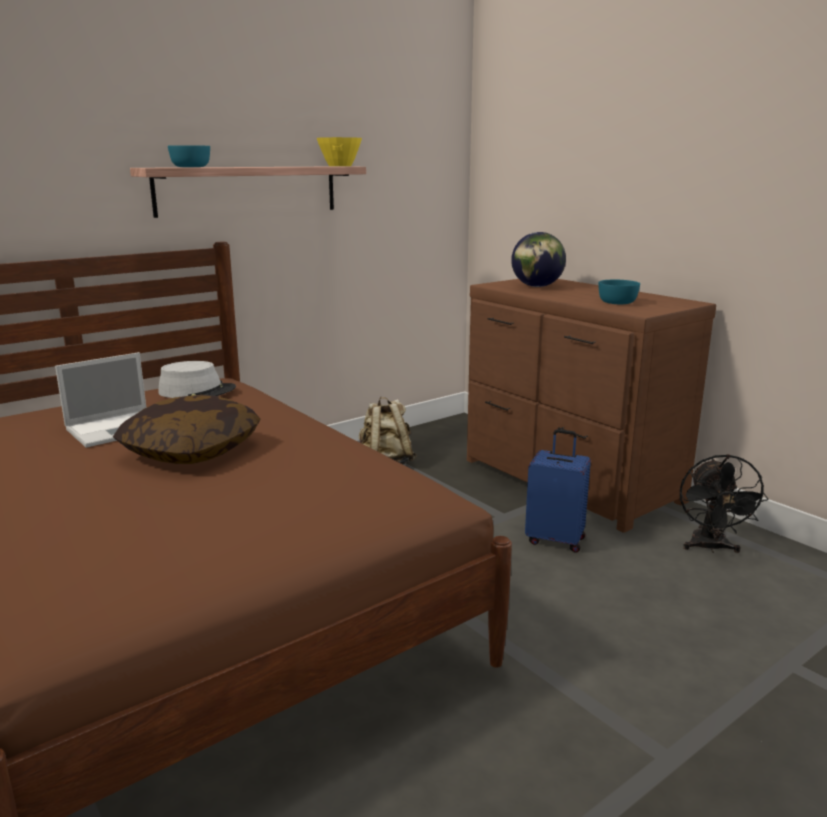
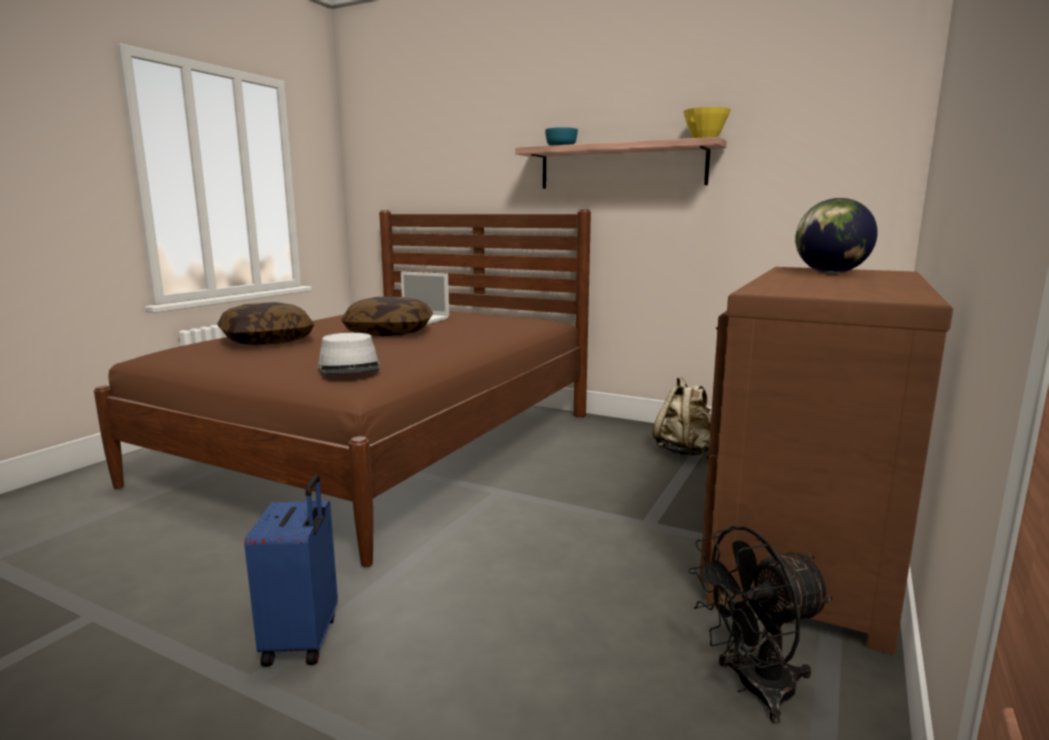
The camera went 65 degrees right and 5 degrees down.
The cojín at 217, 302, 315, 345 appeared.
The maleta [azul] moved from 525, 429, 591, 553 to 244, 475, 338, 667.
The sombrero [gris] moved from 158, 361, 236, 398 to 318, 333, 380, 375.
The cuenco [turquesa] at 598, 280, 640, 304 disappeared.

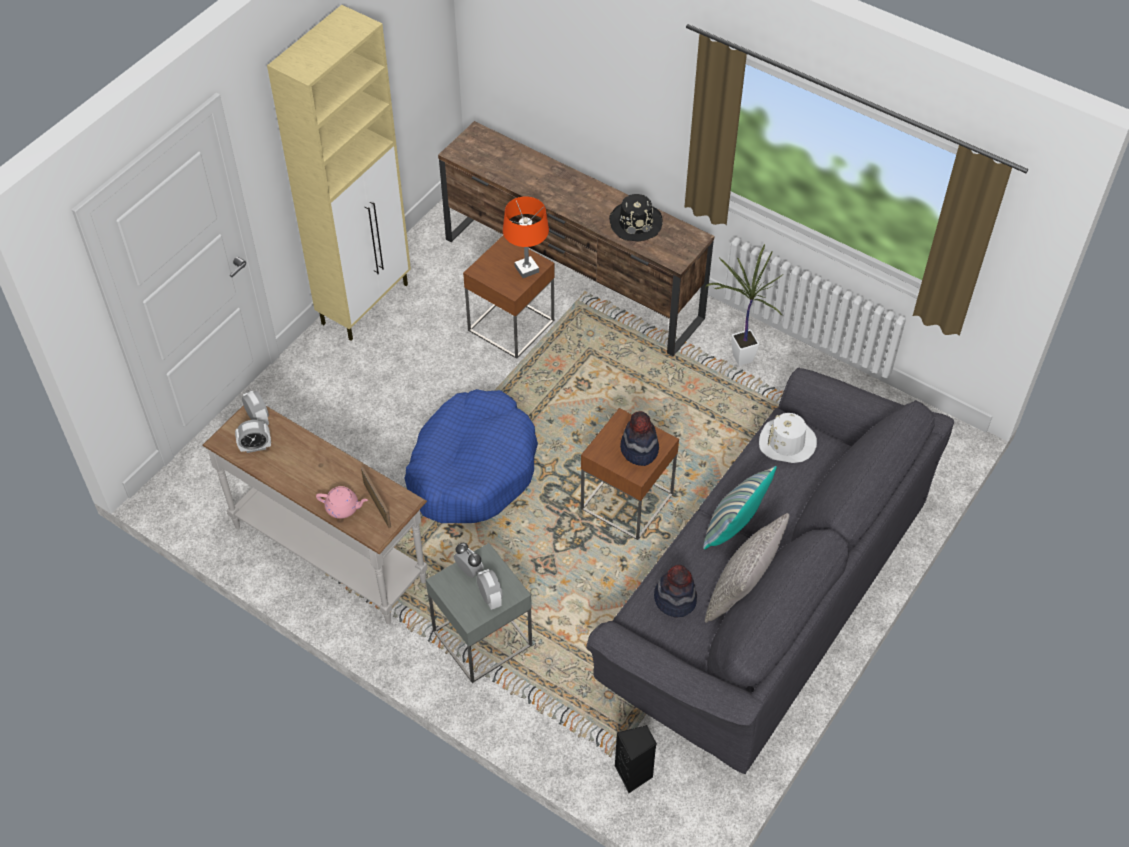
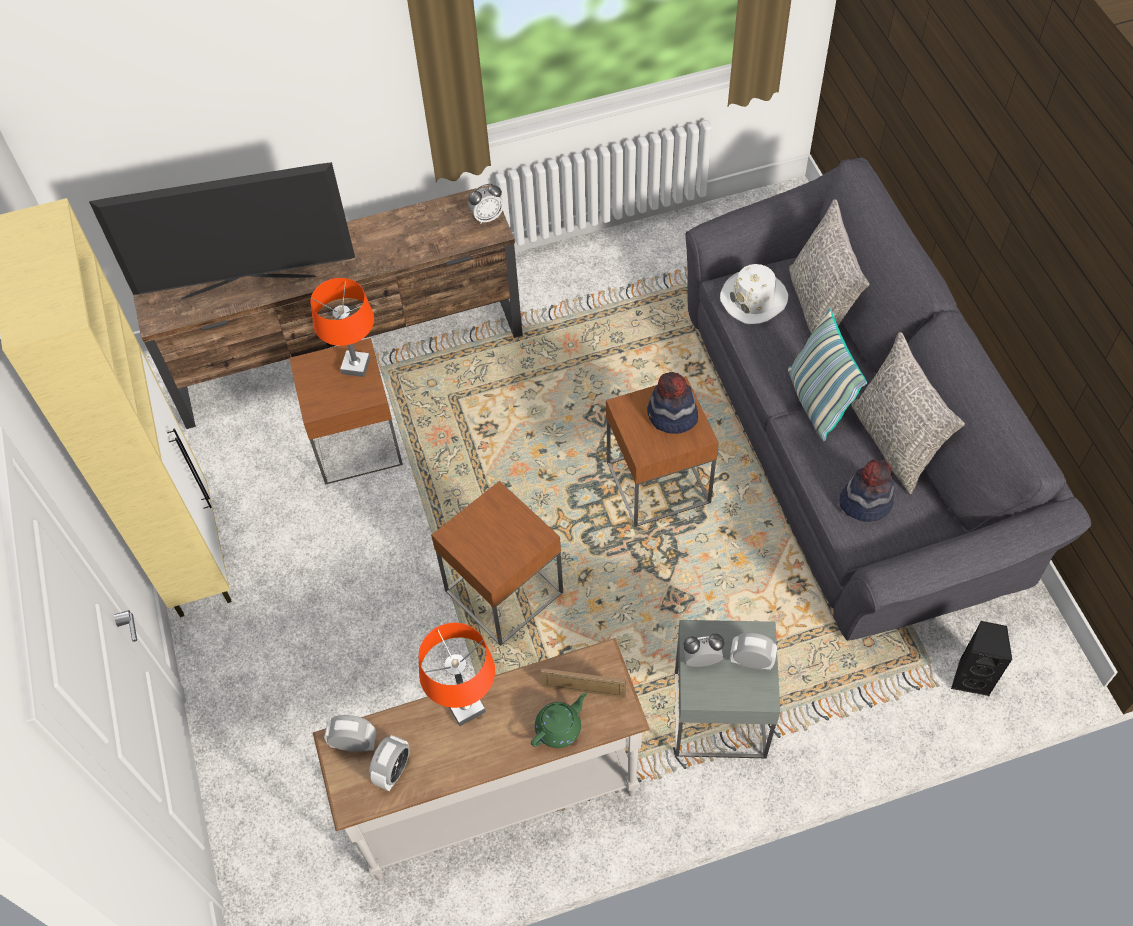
The camera went 50 degrees left and 5 degrees up.
The televisor at 89, 162, 355, 299 appeared.
The lámpara de mesa [naranja] at 419, 623, 495, 726 appeared.
The cama para perro [azul] at 404, 389, 538, 523 was replaced by the mesa auxiliar [marrón] at 431, 481, 563, 646.
The despertador at 469, 184, 503, 224 appeared.
The tetera [rosa] at 316, 486, 368, 519 became the tetera [verde] at 531, 692, 587, 748.
The cojín [gris] at 789, 199, 869, 334 appeared.
The sombrero [negro] at 609, 194, 663, 241 disappeared.
The planta en maceta at 705, 244, 783, 366 disappeared.

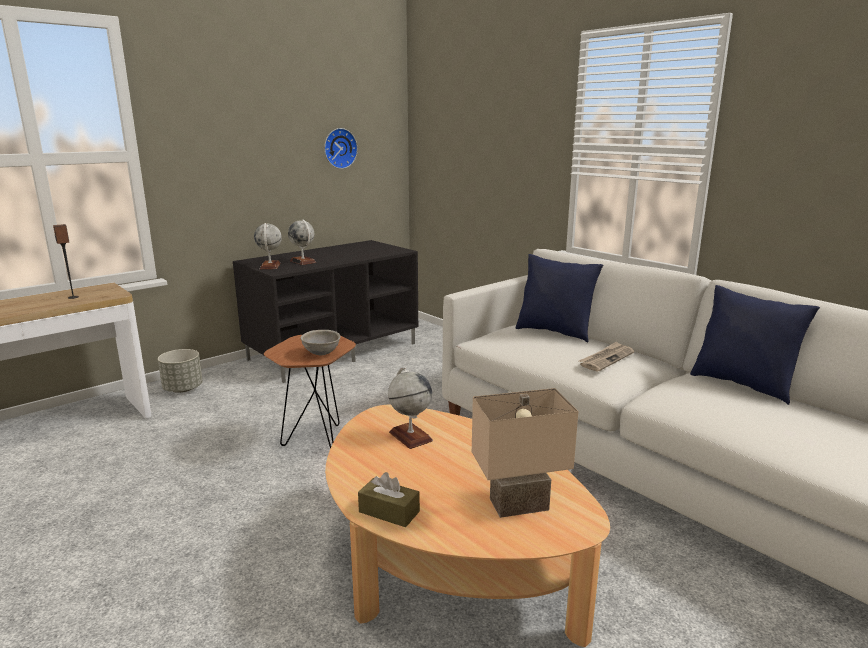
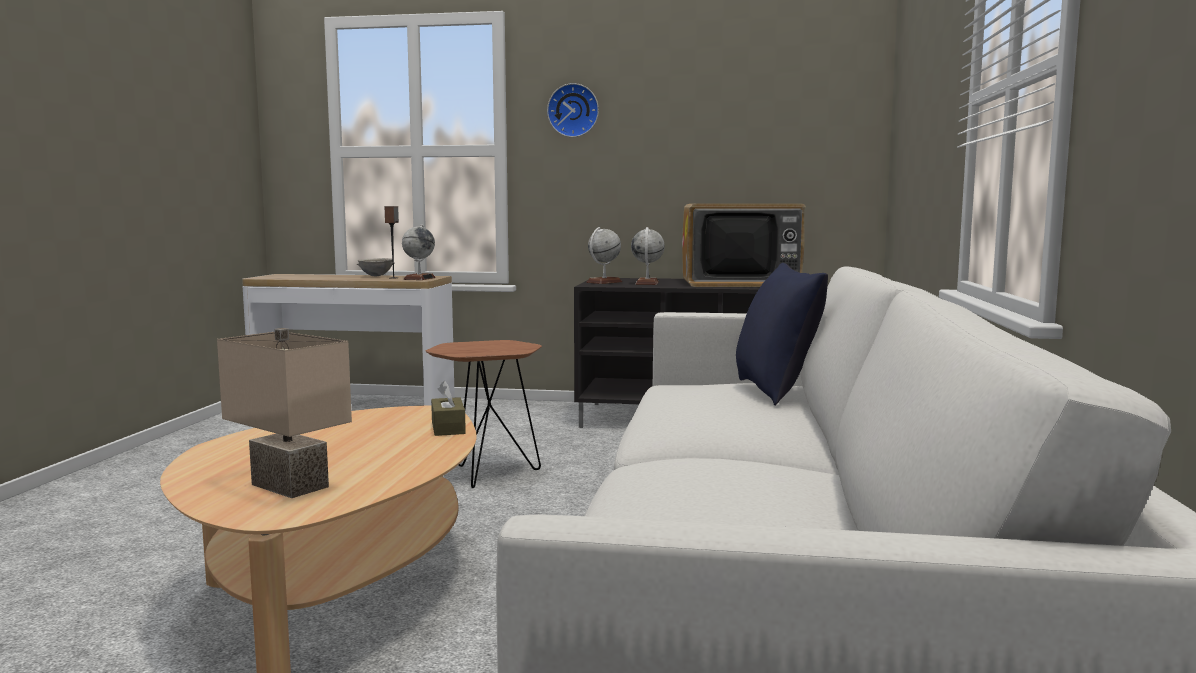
The camera went 50 degrees right and 10 degrees down.
The cuenco [gris] moved from 300, 330, 341, 355 to 357, 258, 395, 276.
The globo terráqueo moved from 388, 367, 433, 449 to 402, 224, 436, 280.
The caja de pañuelos [marrón] moved from 358, 472, 420, 527 to 431, 381, 466, 436.
The reloj de pared moved from 324, 128, 358, 169 to 547, 83, 599, 137.
The televisor at 682, 204, 806, 287 appeared.
The maceta [gris] at 158, 349, 203, 393 disappeared.
The periódico at 579, 341, 634, 371 disappeared.
The cojín [azul] at 690, 285, 820, 405 disappeared.

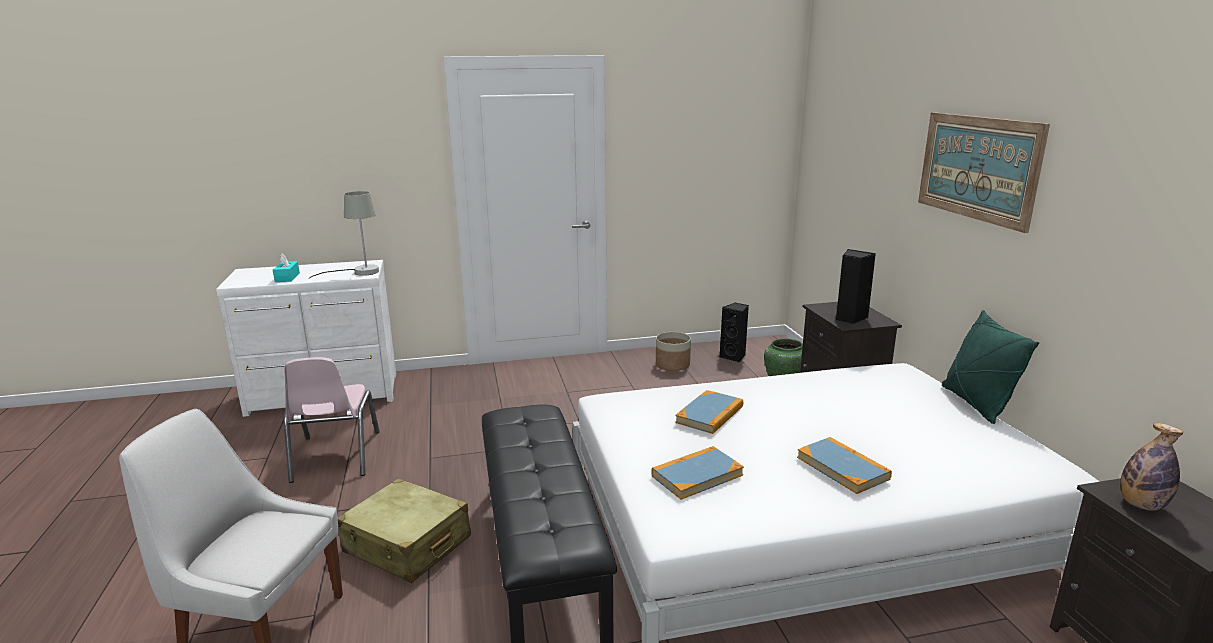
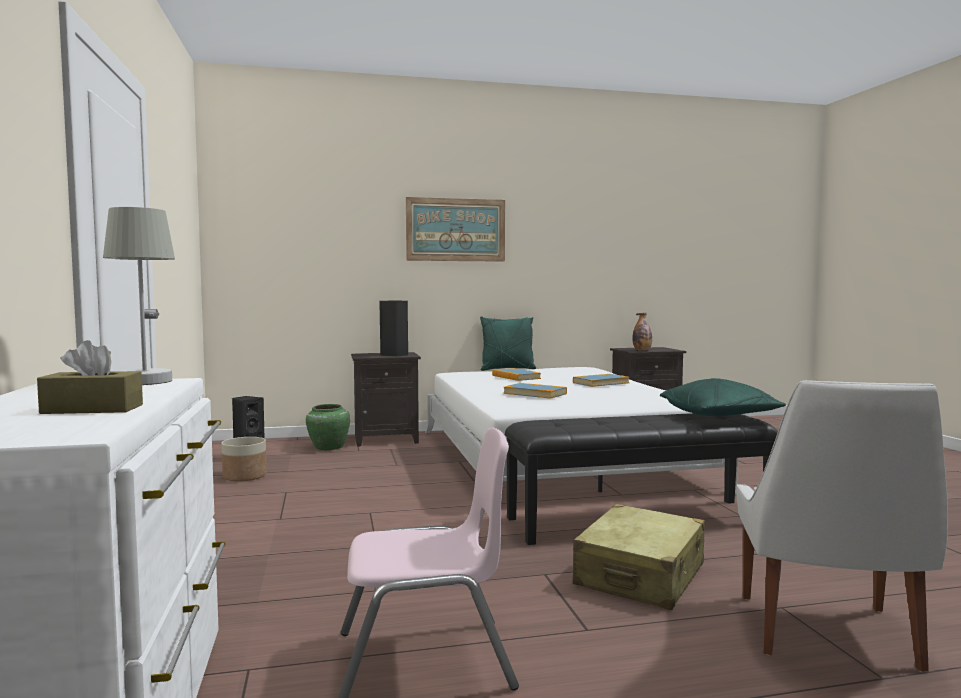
The camera went 90 degrees left and 15 degrees down.
The caja de pañuelos [turquesa] at 273, 253, 300, 282 became the caja de pañuelos [marrón] at 37, 340, 143, 414.
The libro moved from 651, 446, 744, 500 to 492, 368, 541, 381.
The cojín [verde] at 660, 378, 786, 416 appeared.

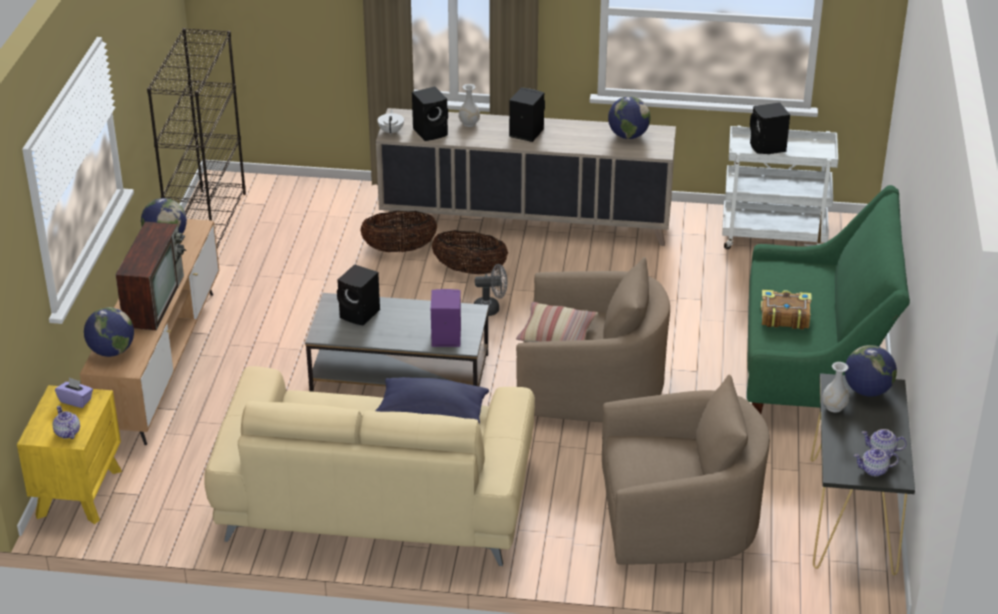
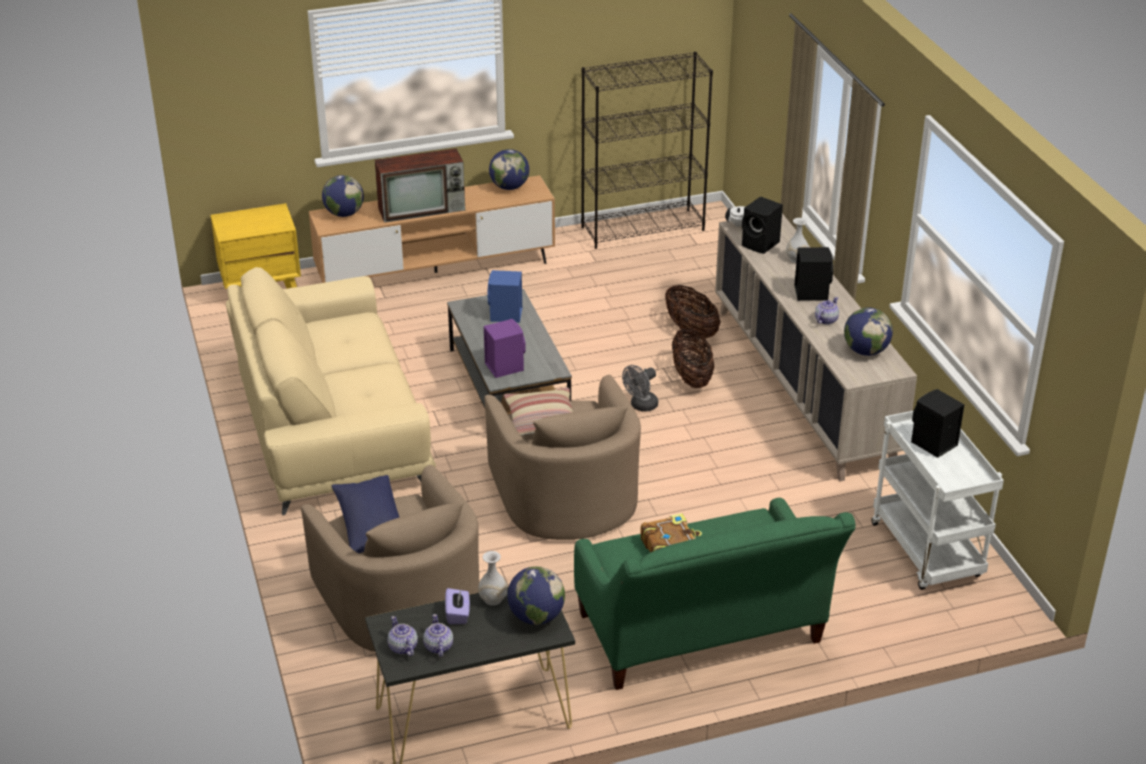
The camera went 65 degrees right and 0 degrees up.
The cojín [azul] moved from 375, 377, 489, 424 to 331, 475, 399, 553.
The caja de pañuelos [morado] moved from 55, 377, 93, 408 to 445, 588, 470, 624.
The altavoz [negro] at 337, 264, 380, 326 became the altavoz [azul] at 487, 270, 522, 323.
The ventilador [gris] at 474, 264, 507, 316 turned 75 degrees clockwise.
The tetera moved from 52, 406, 80, 439 to 815, 297, 839, 325.

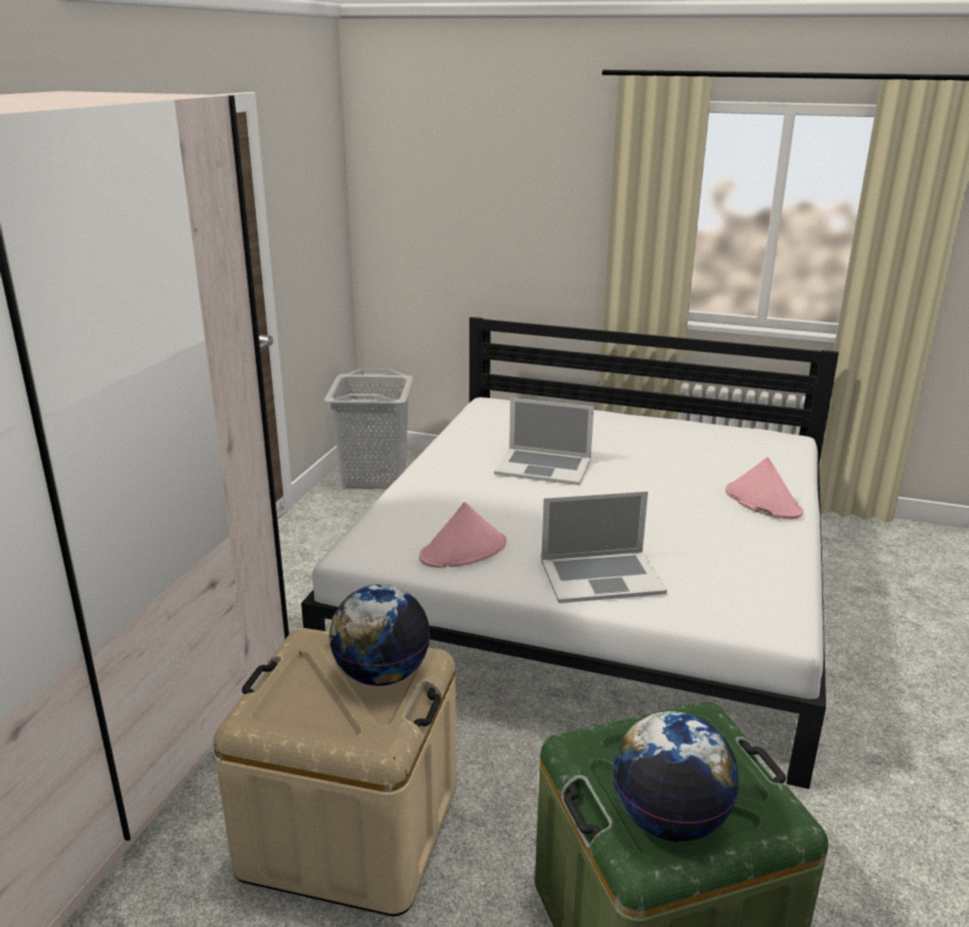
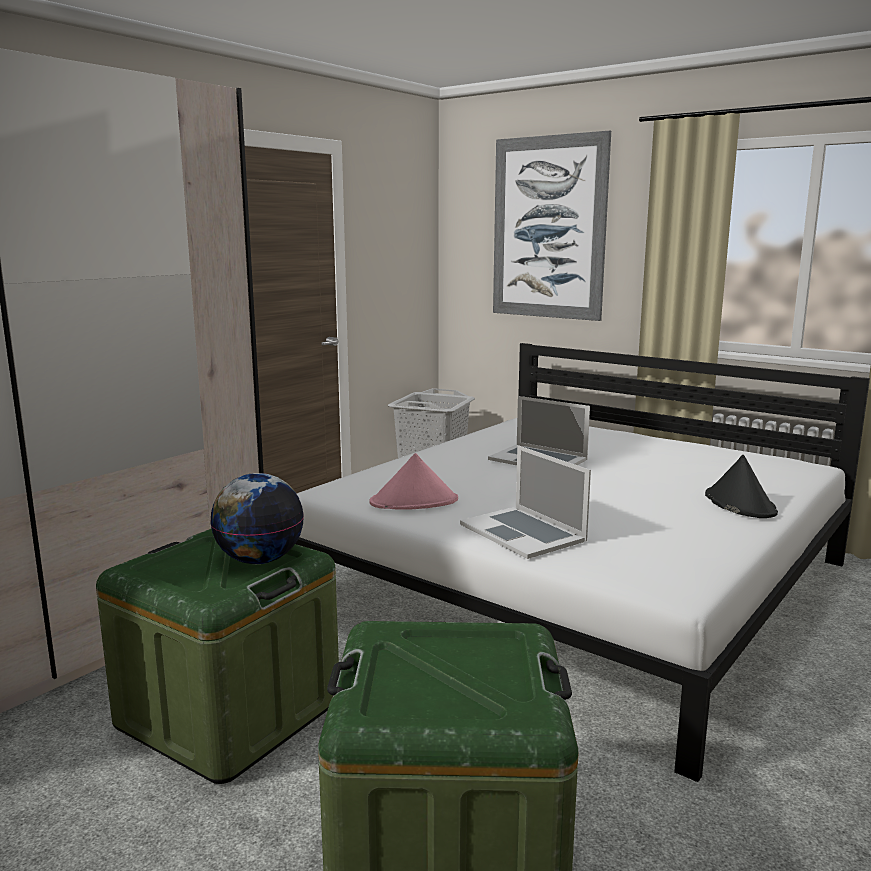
The camera went 20 degrees right and 10 degrees down.
The caja de almacenaje [beis] at 213, 628, 456, 916 became the caja de almacenaje [verde] at 96, 528, 339, 784.
The portátil at 541, 491, 667, 603 turned 45 degrees clockwise.
The cuadro at 493, 131, 611, 321 appeared.
The sombrero [rosa] at 726, 457, 803, 519 became the sombrero [negro] at 705, 455, 778, 518.
The globo terráqueo at 612, 711, 739, 842 disappeared.

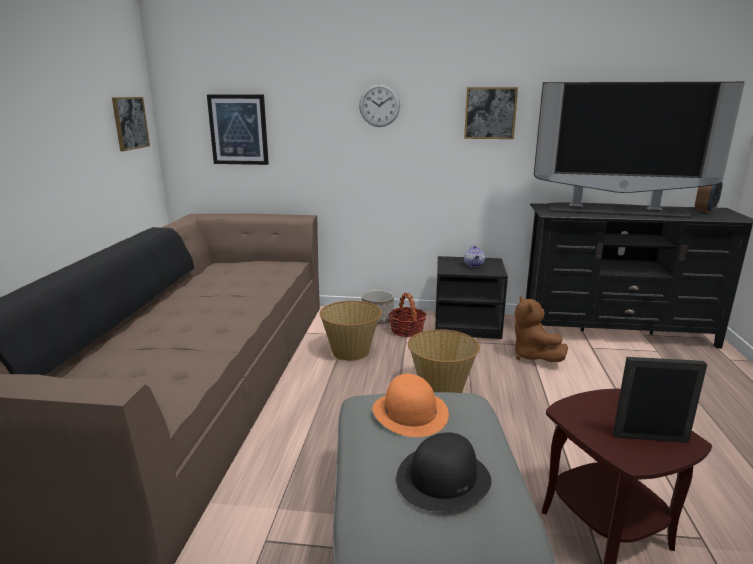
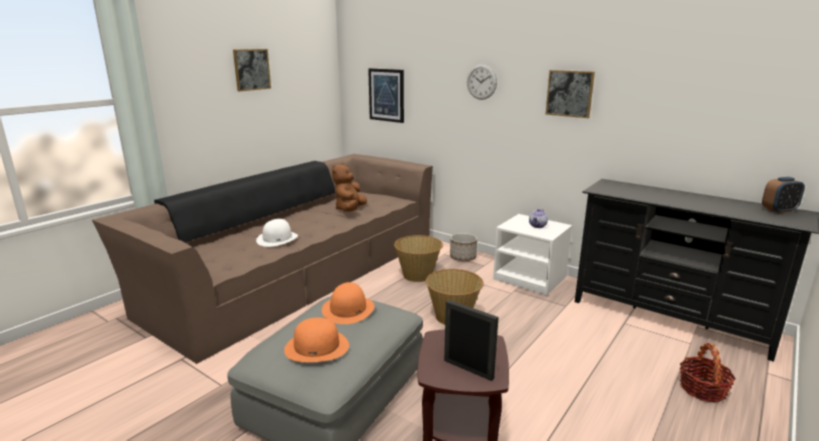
The camera went 30 degrees right and 0 degrees up.
The cuadro moved from 112, 97, 150, 151 to 233, 49, 271, 91.
The sombrero [blanco] at 256, 219, 298, 247 appeared.
The sombrero [negro] at 396, 432, 491, 512 became the sombrero [naranja] at 284, 317, 349, 362.
The peluche [marrón] moved from 515, 296, 568, 362 to 332, 163, 367, 212.
The mesita de noche [negro] at 435, 256, 508, 339 became the mesita de noche [blanco] at 493, 214, 572, 295.
The cesta moved from 388, 293, 426, 337 to 680, 343, 736, 403.
The televisor at 534, 82, 744, 218 disappeared.

